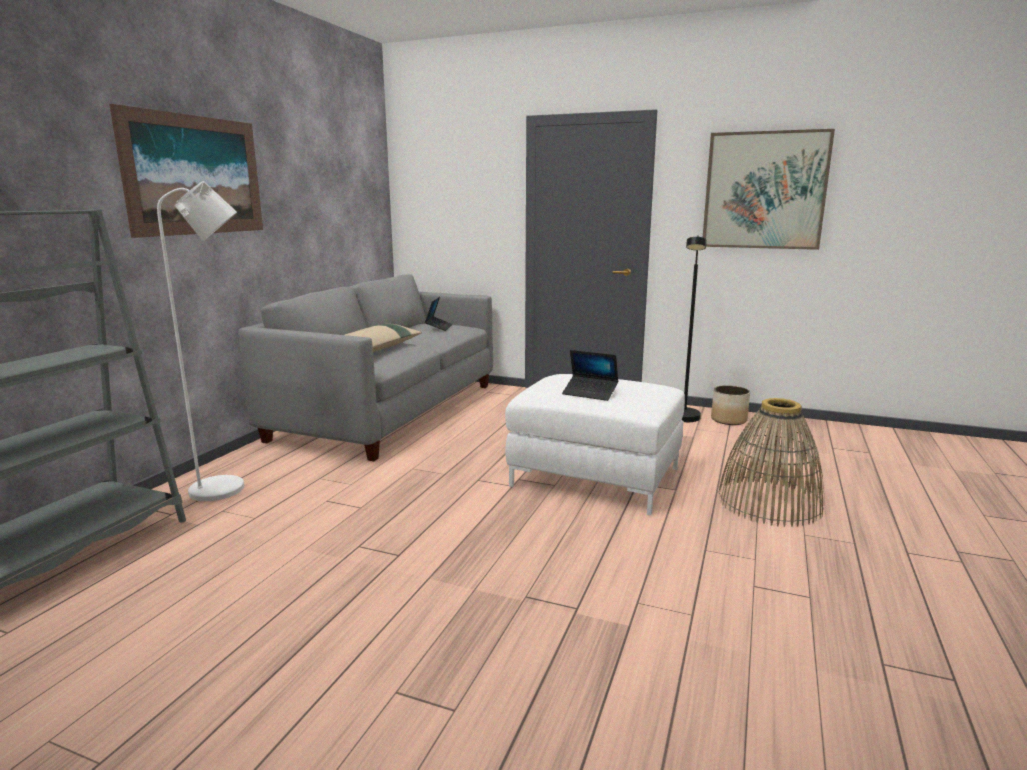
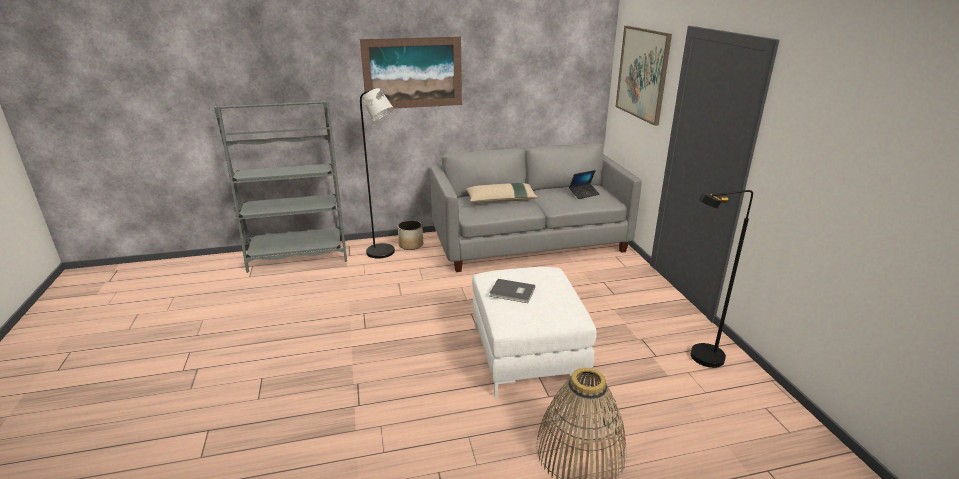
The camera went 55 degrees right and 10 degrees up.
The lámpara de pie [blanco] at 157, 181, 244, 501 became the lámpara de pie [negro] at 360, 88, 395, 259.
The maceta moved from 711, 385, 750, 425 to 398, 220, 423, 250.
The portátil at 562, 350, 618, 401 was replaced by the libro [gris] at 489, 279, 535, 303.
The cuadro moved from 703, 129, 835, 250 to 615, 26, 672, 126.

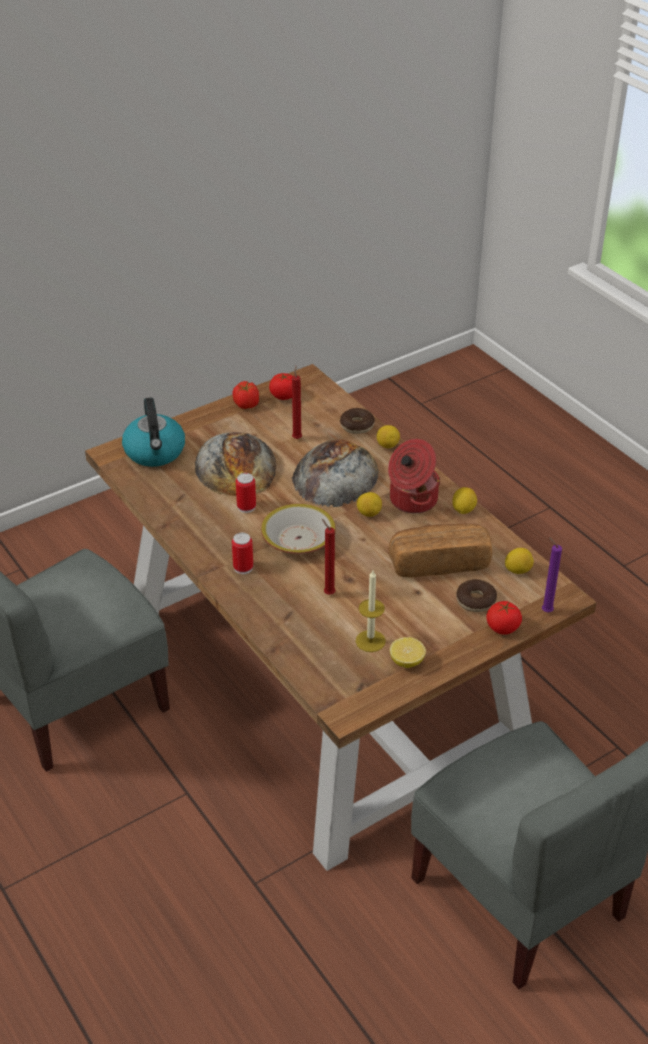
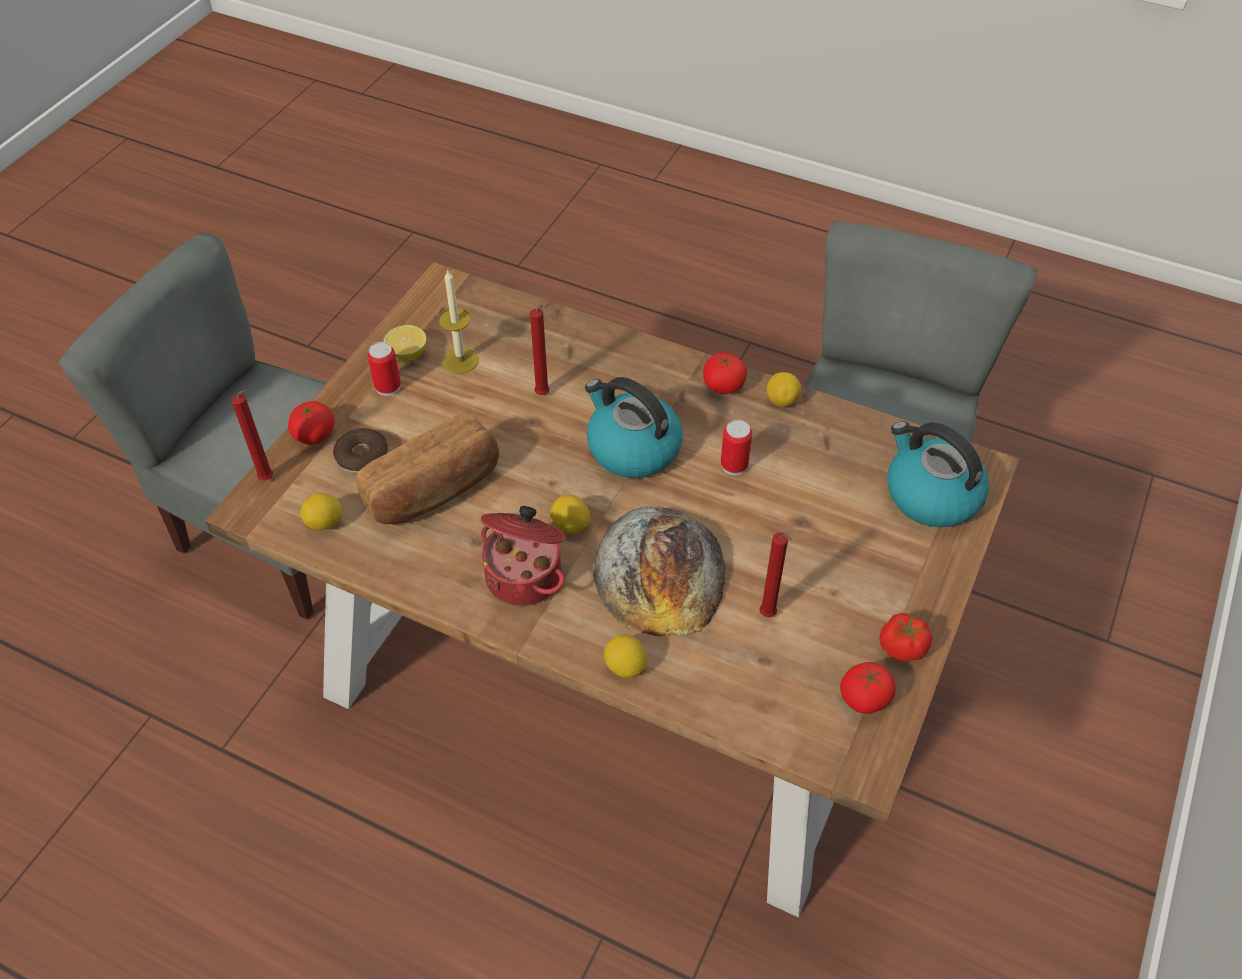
The camera went 150 degrees right and 10 degrees up.
The vela [morado] at 542, 537, 562, 612 became the vela [rojo] at 231, 389, 273, 480.
The lata moved from 232, 533, 253, 574 to 367, 342, 401, 396.
The cuenco at 261, 504, 336, 554 was replaced by the hervidor at 585, 377, 683, 478.
The tomate at 703, 353, 747, 394 appeared.
The limón moved from 452, 487, 477, 514 to 767, 372, 801, 407.
The pan at 195, 432, 276, 496 disappeared.
The rosquilla at 340, 408, 375, 434 disappeared.

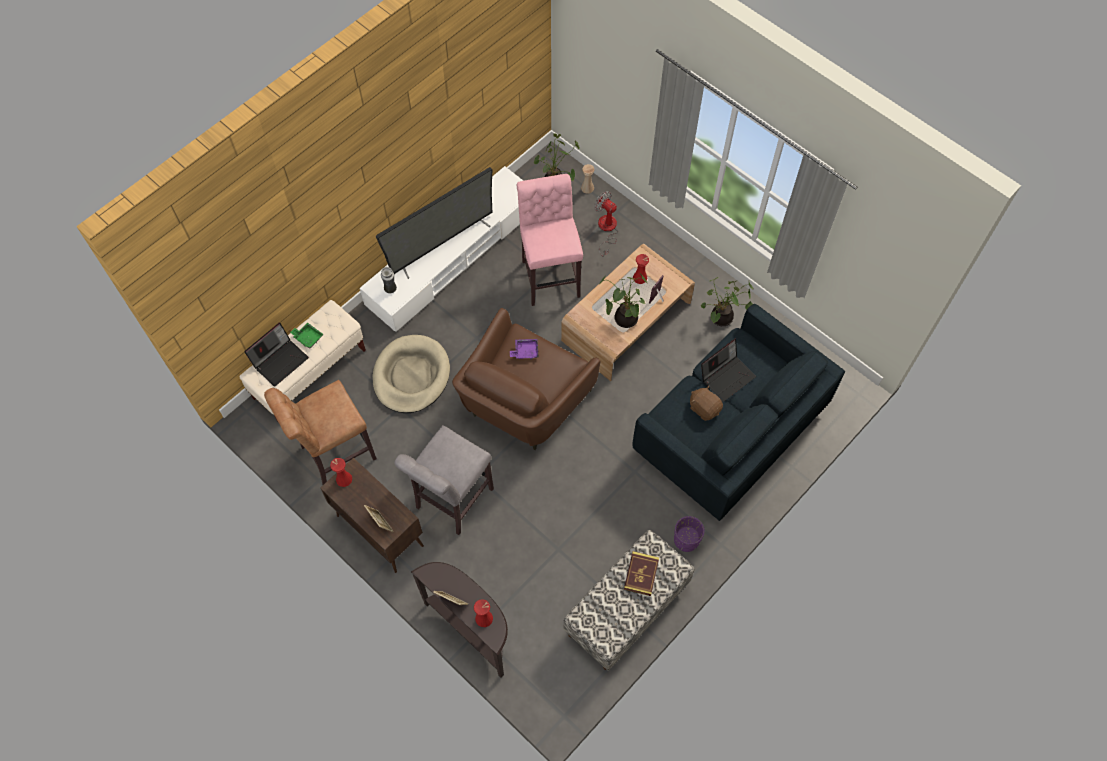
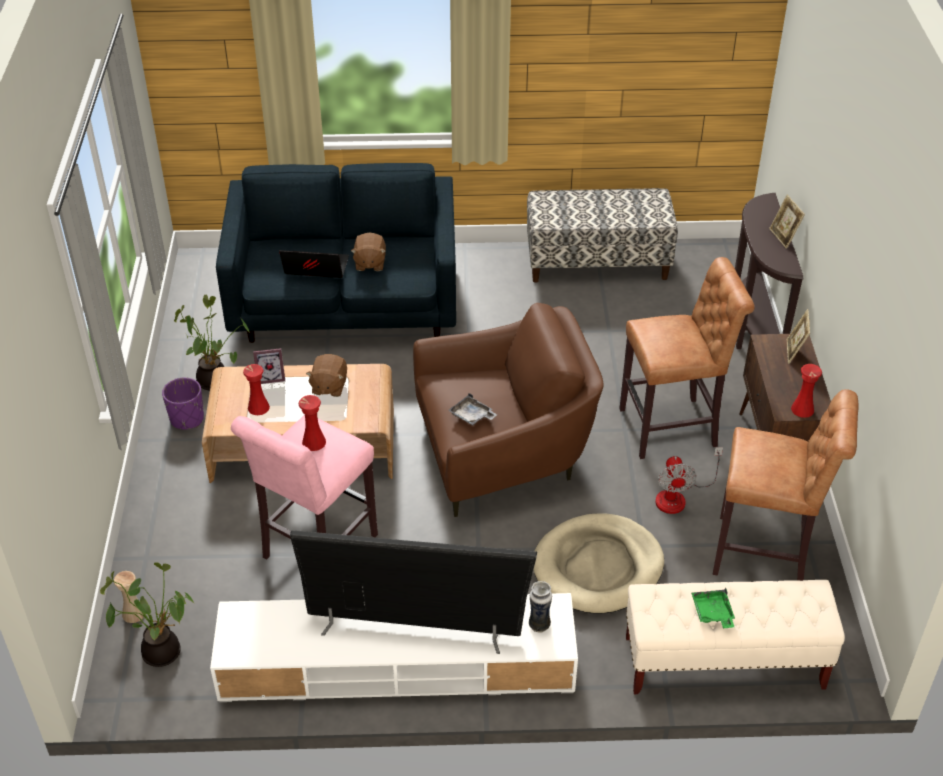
The camera went 135 degrees left and 20 degrees down.
The maceta [morado] moved from 674, 516, 705, 552 to 162, 377, 204, 430.
The florero [rojo] moved from 474, 599, 493, 627 to 299, 395, 326, 451.
The planta en maceta at 600, 274, 648, 328 was replaced by the peluche [marrón] at 306, 354, 347, 397.
The bandeja [morado] at 510, 339, 538, 359 became the bandeja [gris] at 448, 393, 497, 426.
The taburete [gris] at 394, 425, 494, 535 became the taburete [marrón] at 619, 257, 755, 459.
The ventilador moved from 594, 191, 618, 257 to 655, 447, 723, 514.
The portátil at 244, 323, 309, 387 disappeared.
The libro at 624, 551, 659, 596 disappeared.

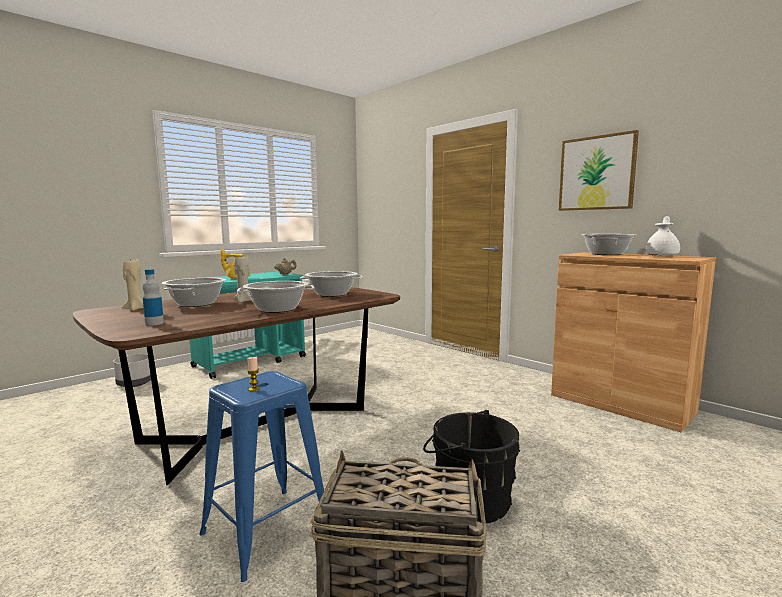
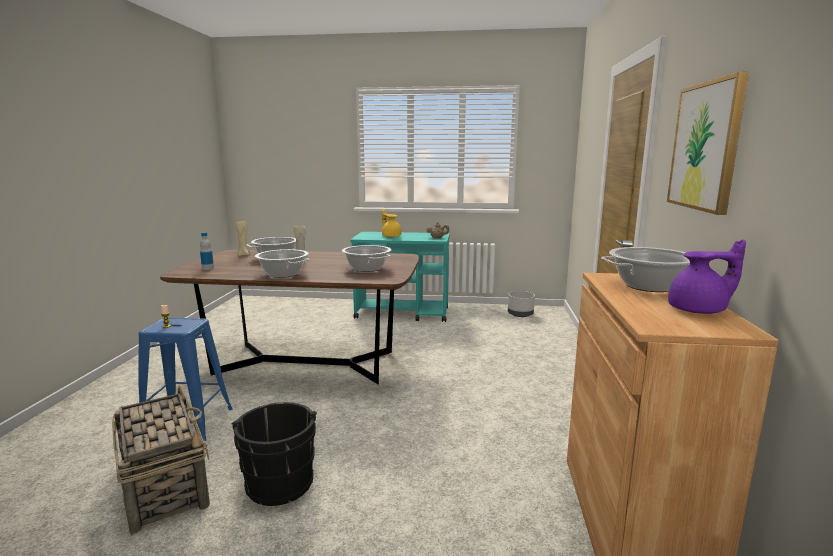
The camera went 50 degrees right and 5 degrees up.
The maceta [gris] moved from 113, 354, 151, 387 to 508, 291, 535, 317.
The tetera [blanco] at 646, 216, 680, 256 became the tetera [morado] at 668, 239, 746, 314.

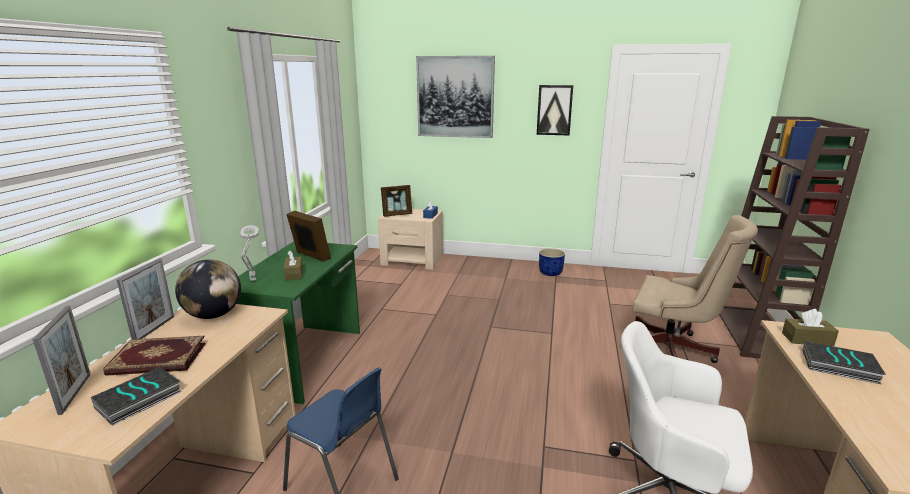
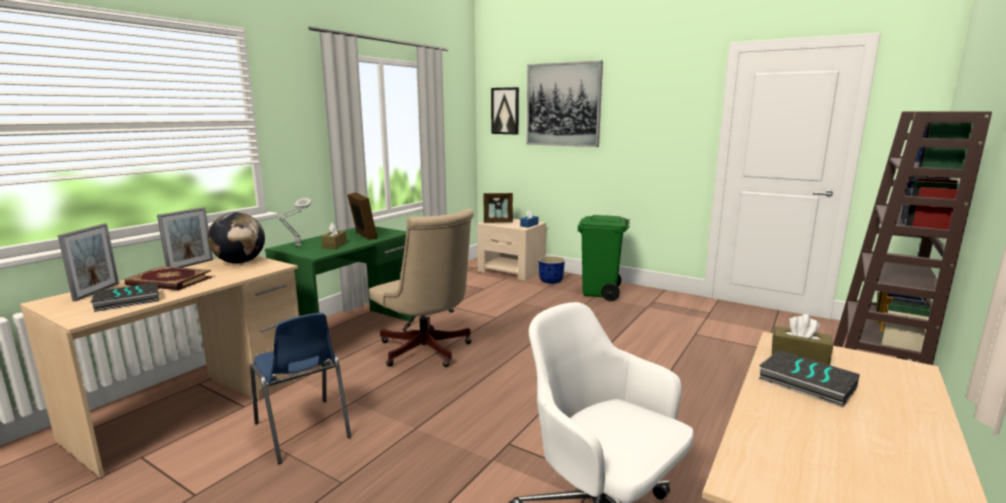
The camera went 20 degrees right and 5 degrees down.
The silla de oficina [beis] moved from 633, 215, 758, 363 to 369, 209, 474, 367.
The cuadro moved from 537, 85, 573, 136 to 491, 87, 519, 134.
The maceta [azul] moved from 539, 248, 565, 276 to 539, 256, 565, 284.
The papelera [verde] at 578, 215, 630, 301 appeared.

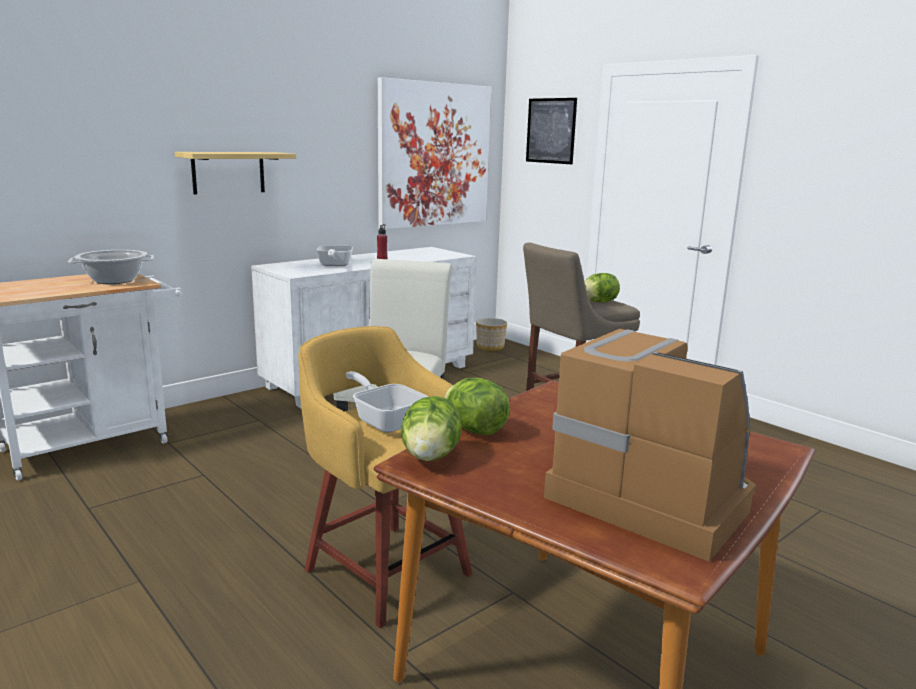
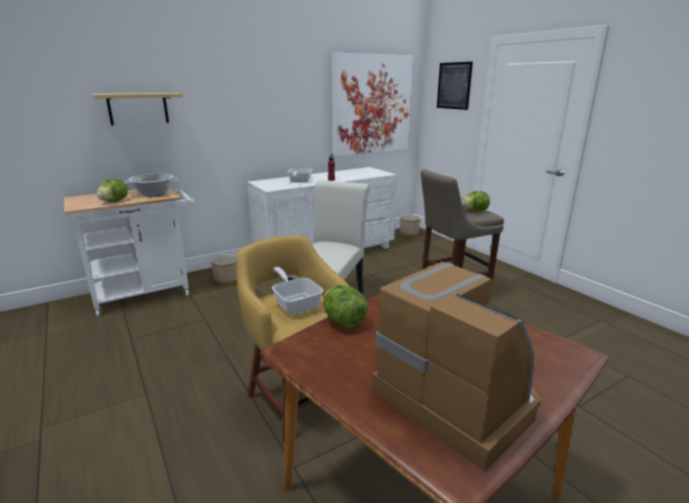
The camera went 10 degrees right and 5 degrees up.
The estante moved from 175, 152, 296, 195 to 92, 93, 183, 125.
The lechuga moved from 401, 396, 462, 461 to 96, 179, 128, 202.
The maceta at 211, 254, 237, 285 appeared.

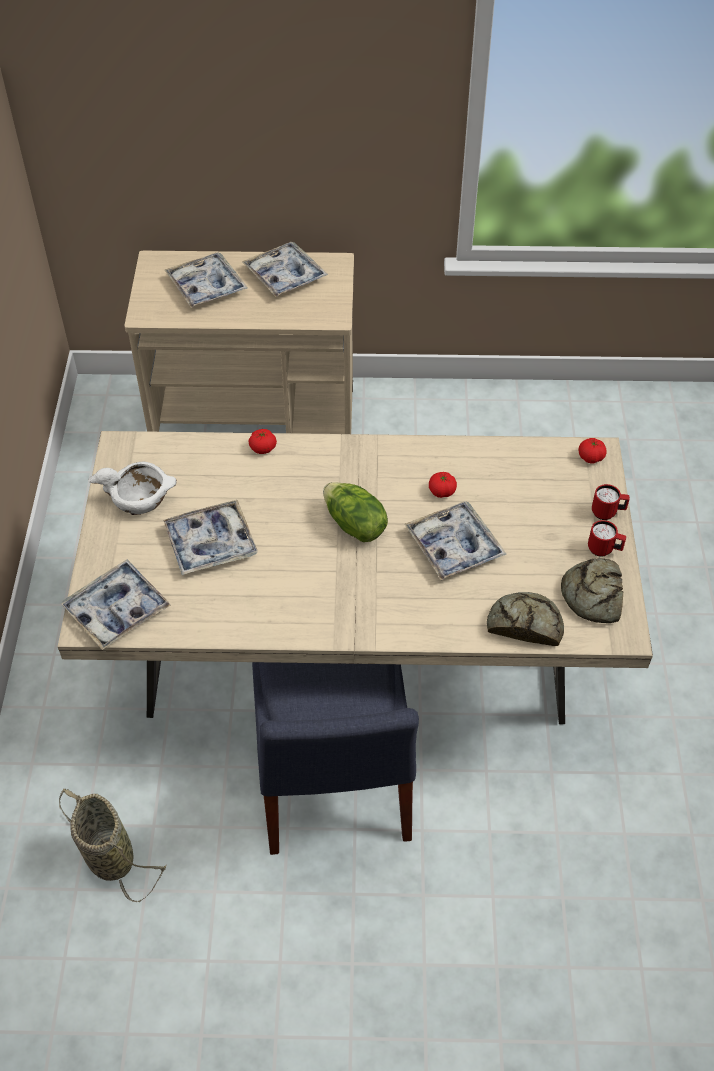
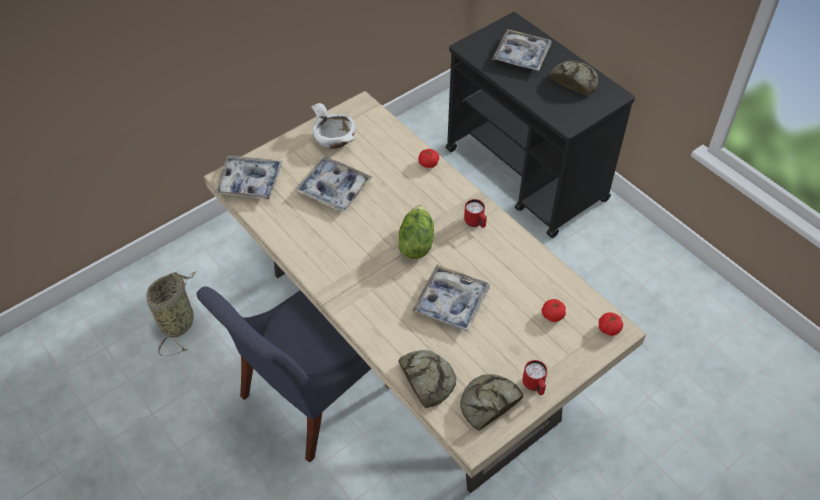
The camera went 50 degrees right and 0 degrees up.
The carrito [beis] at 125, 251, 354, 434 became the carrito [negro] at 446, 12, 635, 238.
The taza grande [rojo] moved from 592, 484, 630, 520 to 464, 199, 487, 228.
The tomate moved from 429, 472, 457, 498 to 542, 299, 566, 322.
The bandeja at 242, 242, 328, 297 was replaced by the pan at 549, 61, 598, 96.

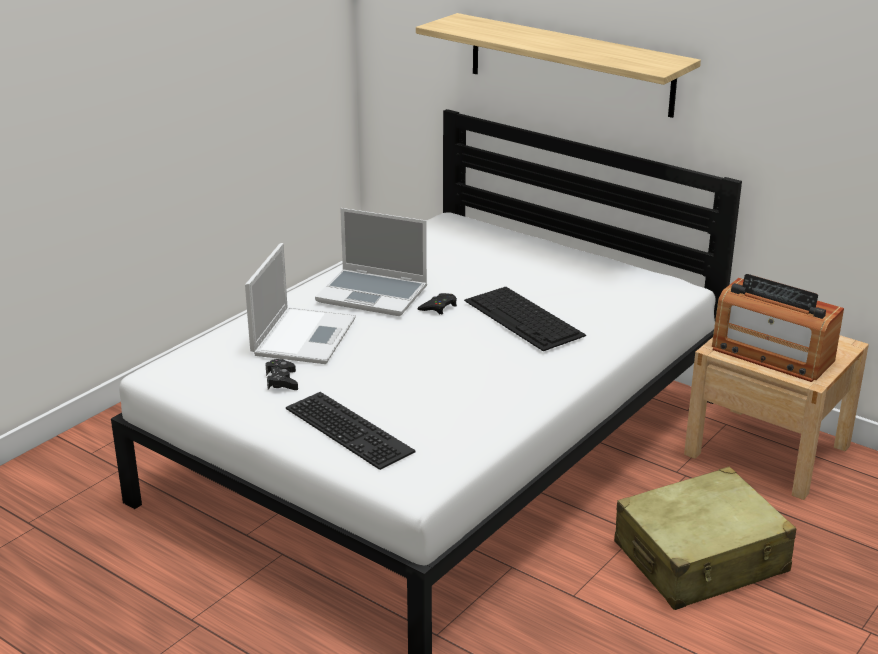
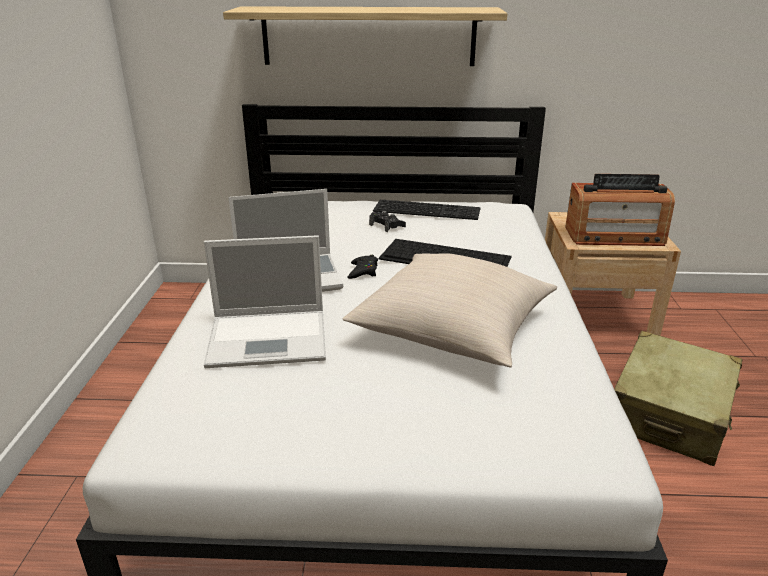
The camera went 35 degrees left and 0 degrees up.
The portátil at 245, 243, 356, 364 turned 105 degrees clockwise.
The cojín [beis] at 343, 253, 557, 367 appeared.
The mando de consola [negro] moved from 265, 359, 298, 390 to 369, 211, 406, 232.
The teclado moved from 286, 392, 415, 470 to 373, 200, 481, 220.

